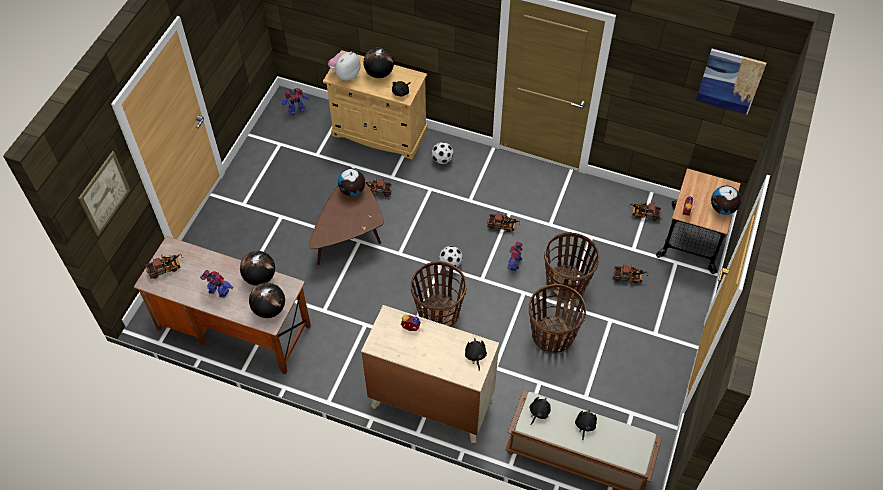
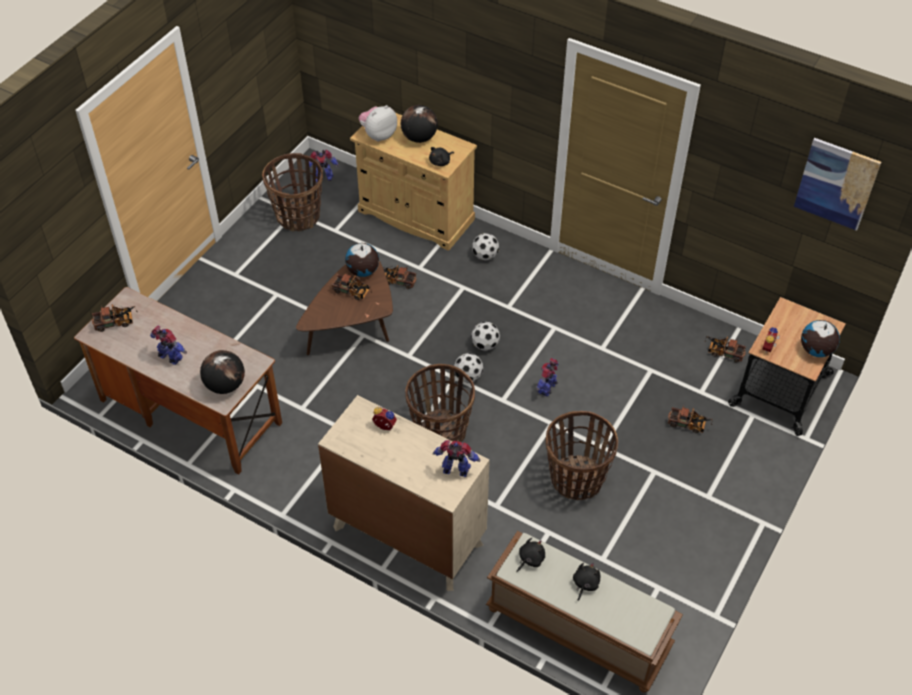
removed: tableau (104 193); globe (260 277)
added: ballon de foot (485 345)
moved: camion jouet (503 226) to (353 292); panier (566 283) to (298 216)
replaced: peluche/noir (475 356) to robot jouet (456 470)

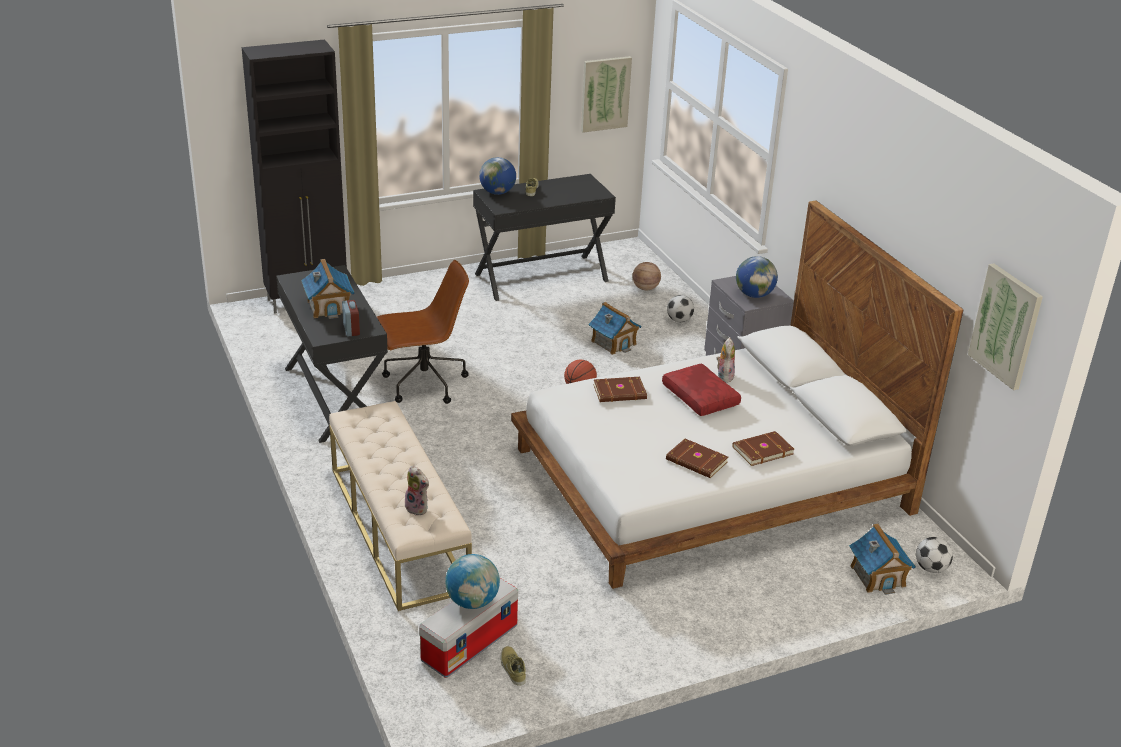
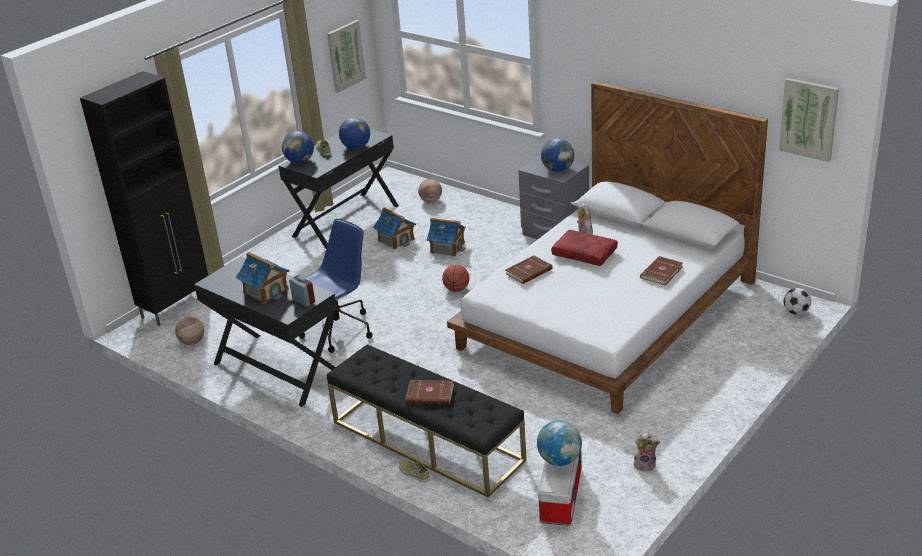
removed: ballon de foot (679 320)
added: globe (356 147); ballon de basket (192 342)
moved: livre/marron (696 461) to (430 395); peluche (418 508) to (645 465); maison miniature (878 576) to (396 240); chaussure/beige (512 668) to (414 473)
recoloured: chaise de bureau/marron (423 384) to chaise de bureau/bleu (337 332); banc/beige (397 528) to banc/noir (426 441)

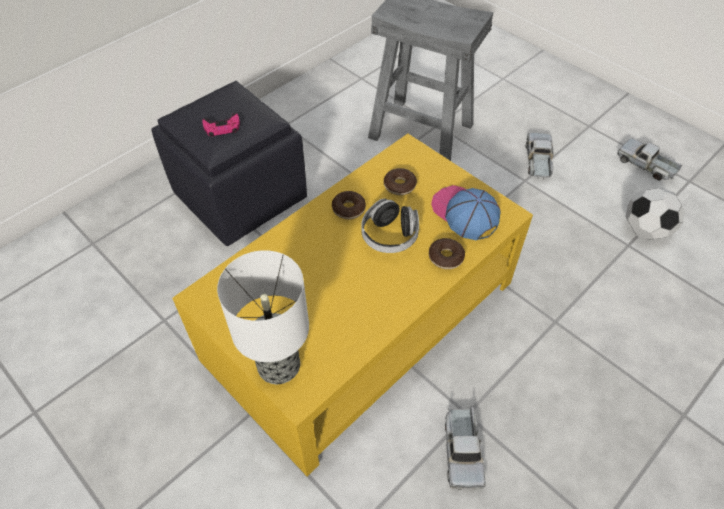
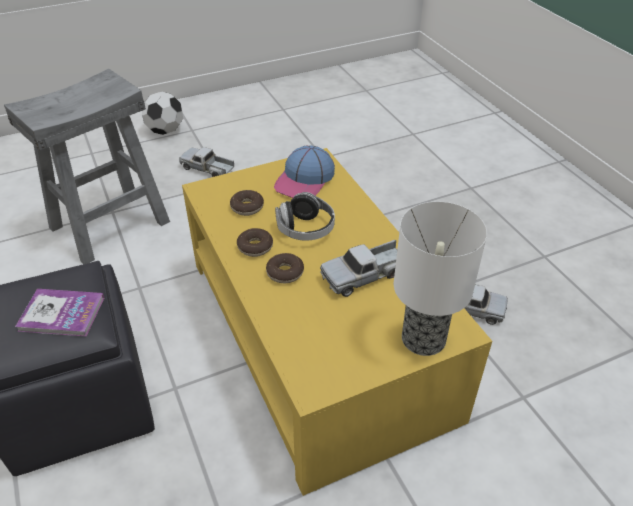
moved: camion jouet (646 165) to (364 275); ballon de foot (645 231) to (165 131); beignet (446 257) to (285 273)
replaced: manette/rose (222 128) to livre (62 314)
turned: casquette (464 213) = (305 180) 45 degrees counterclockwise

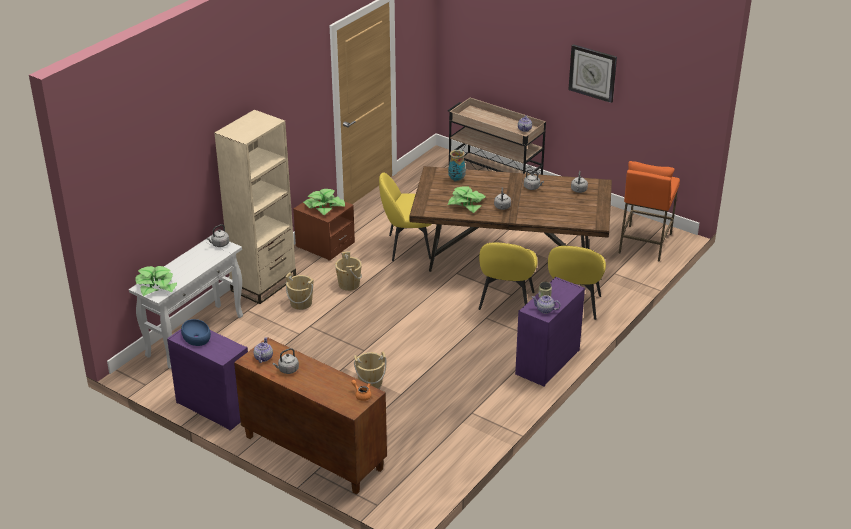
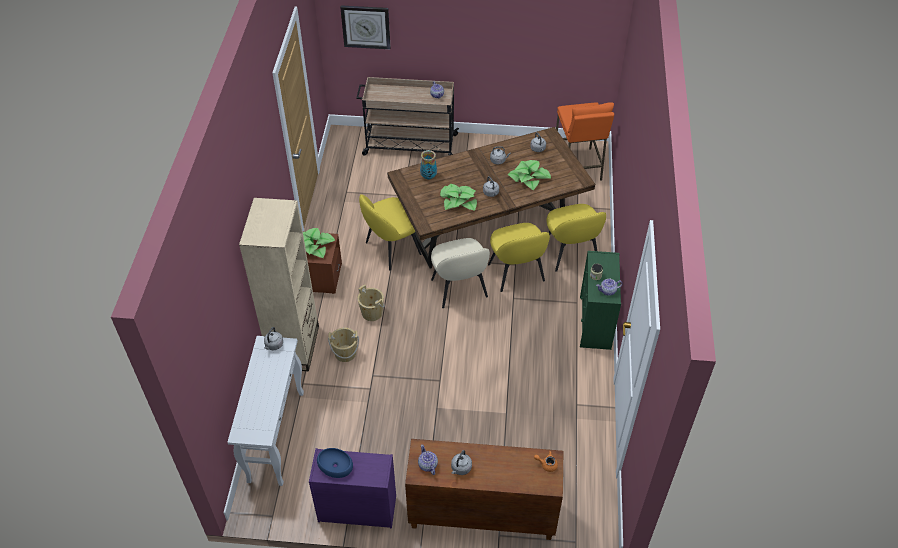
removed: seau/beige (370 382)
added: chaise/beige (459 289)
moved: horloge murale (593 73) to (366 26); plante en pot (156 286) to (529 178)
recoloured: commode/violet (547 363) to commode/vert (595 323)

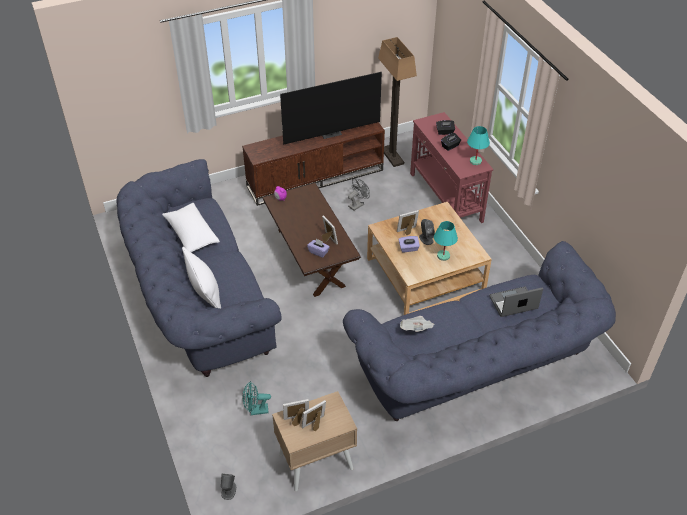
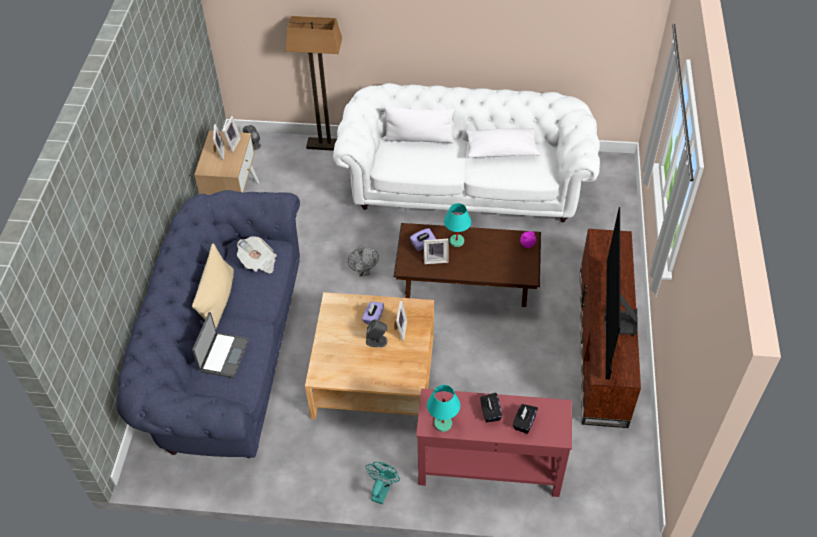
added: coussin/beige (218 299)
moved: lampadaire (392 156) to (325 145); ventilateur/gris (358 204) to (364 272); lampe de table/turquoise (443 256) to (457 241); ventilateur/turquoise (256 411) to (381 490)
recoloured: canapé/bleu (197 298) to canapé/blanc (465 184)

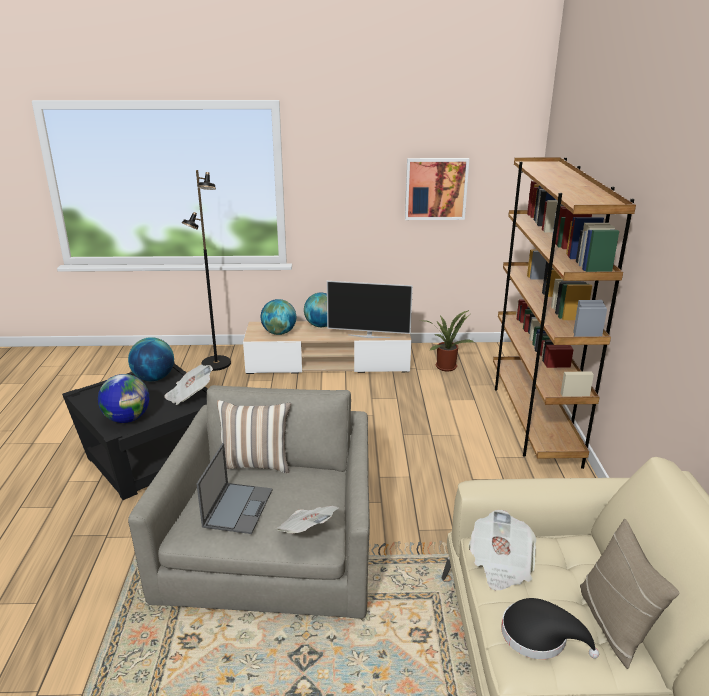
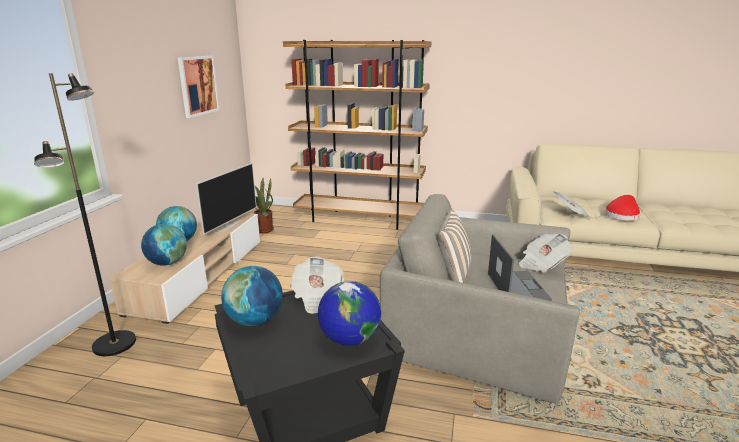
removed: coussin/beige (614 624)
recoloured: chapeau/noir (540 636) to chapeau/rouge (622 215)
turned: ordinateur portable (238 507) = (517 286) 60 degrees clockwise

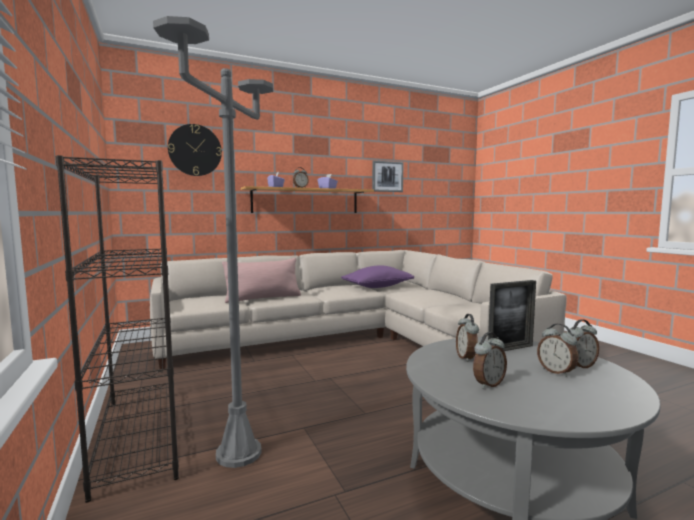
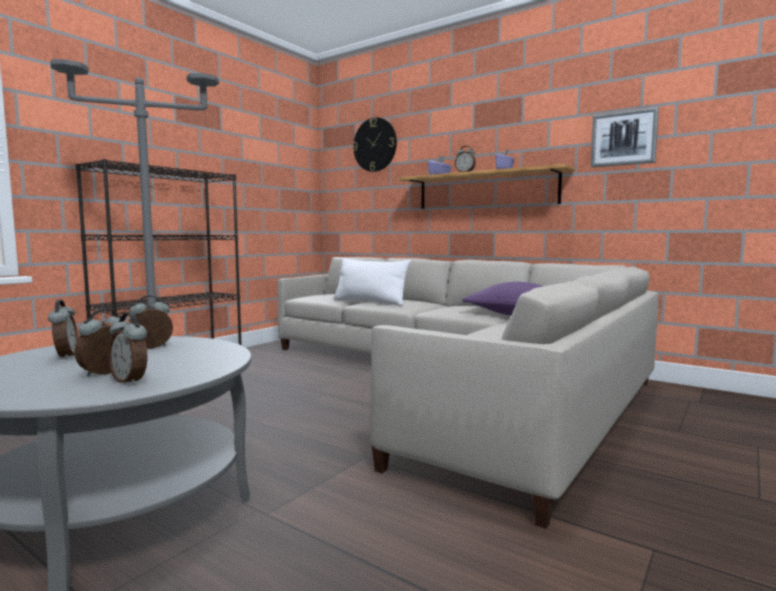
removed: cadre photo (510 348)
recoloured: coussin/rose (263 298) to coussin/blanc (370 302)
turned: réveil (488 384) = (65 356) 135 degrees counterclockwise

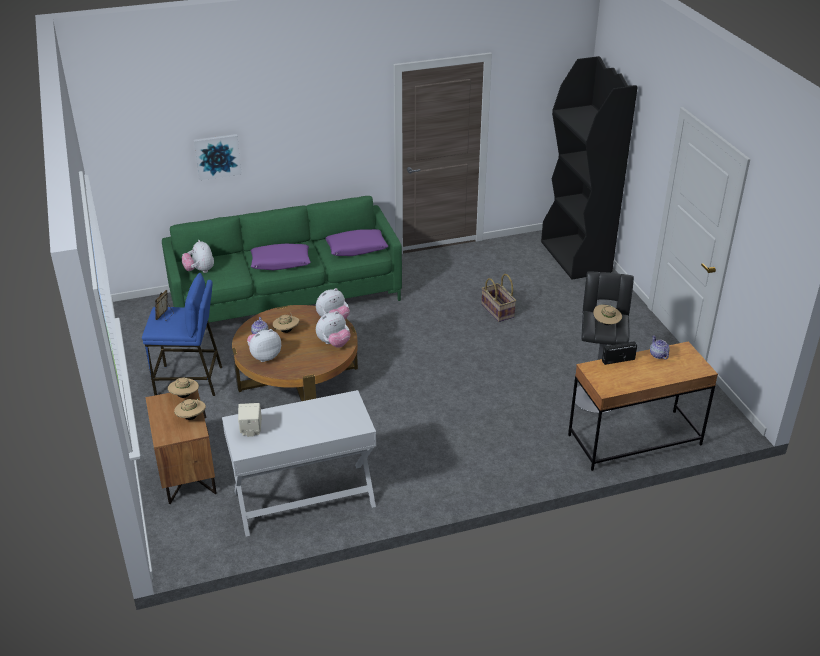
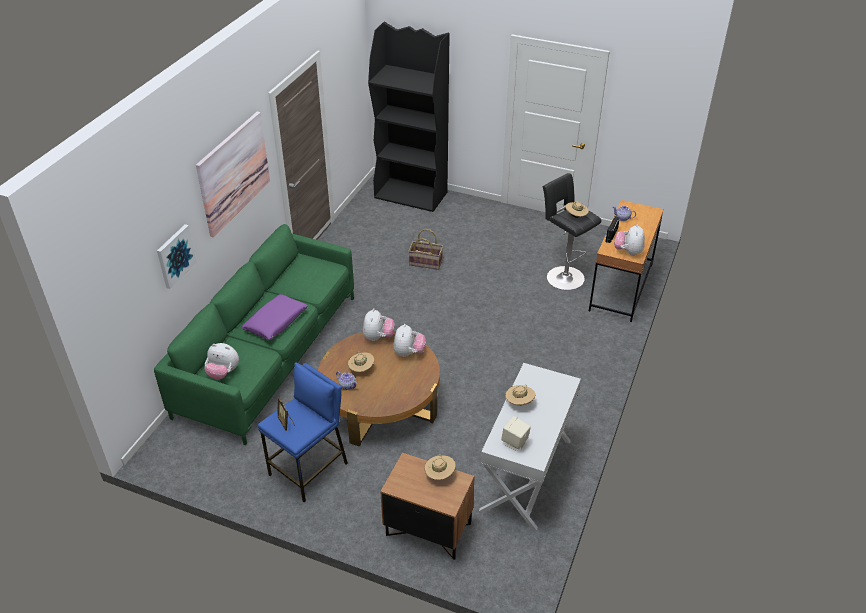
removed: coussin/violet (356 248)
added: tableau (233 173)
moved: peluche (264 356) to (628 252); chapeau/beige (184 396) to (519 402)

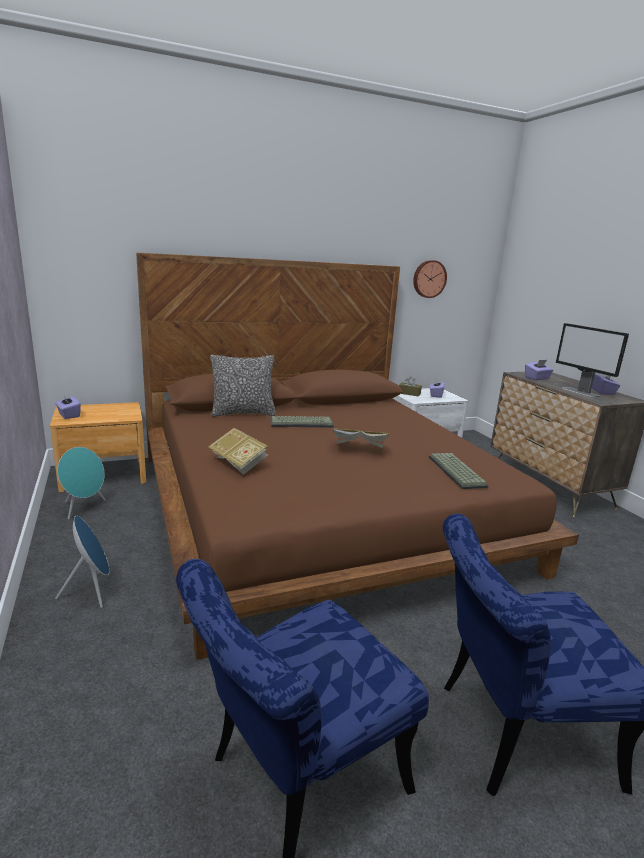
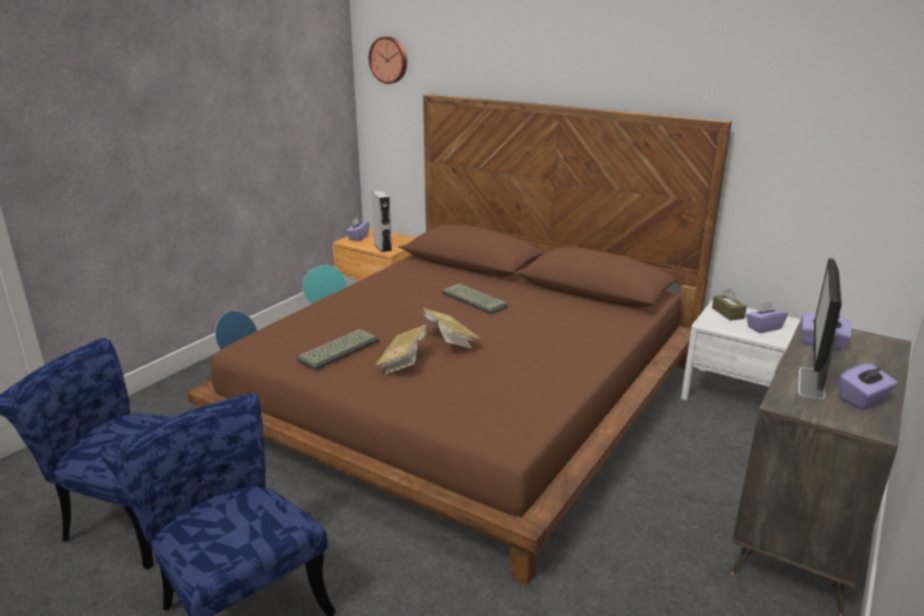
removed: coussin (243 413)
added: enceinte/gris (382 247)
moved: horloge murale (429 279) to (389 60); livre (238 463) to (404 362); clavier (454 471) to (339 349)

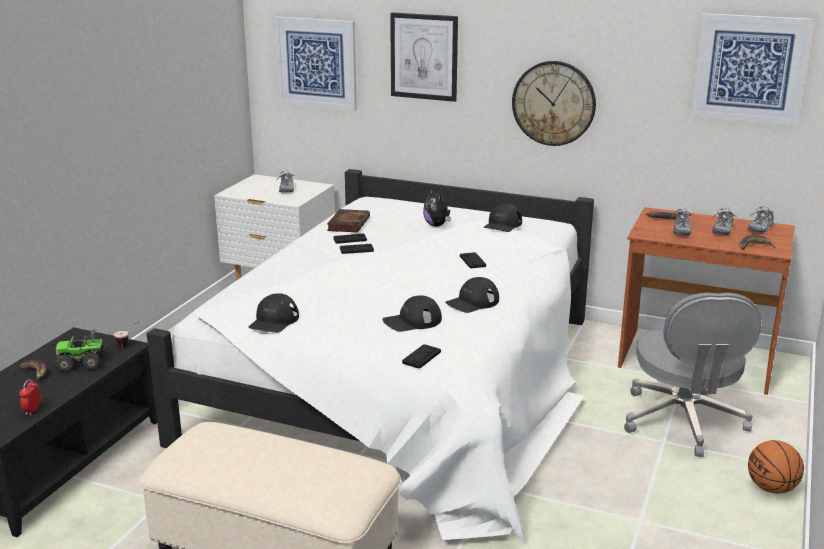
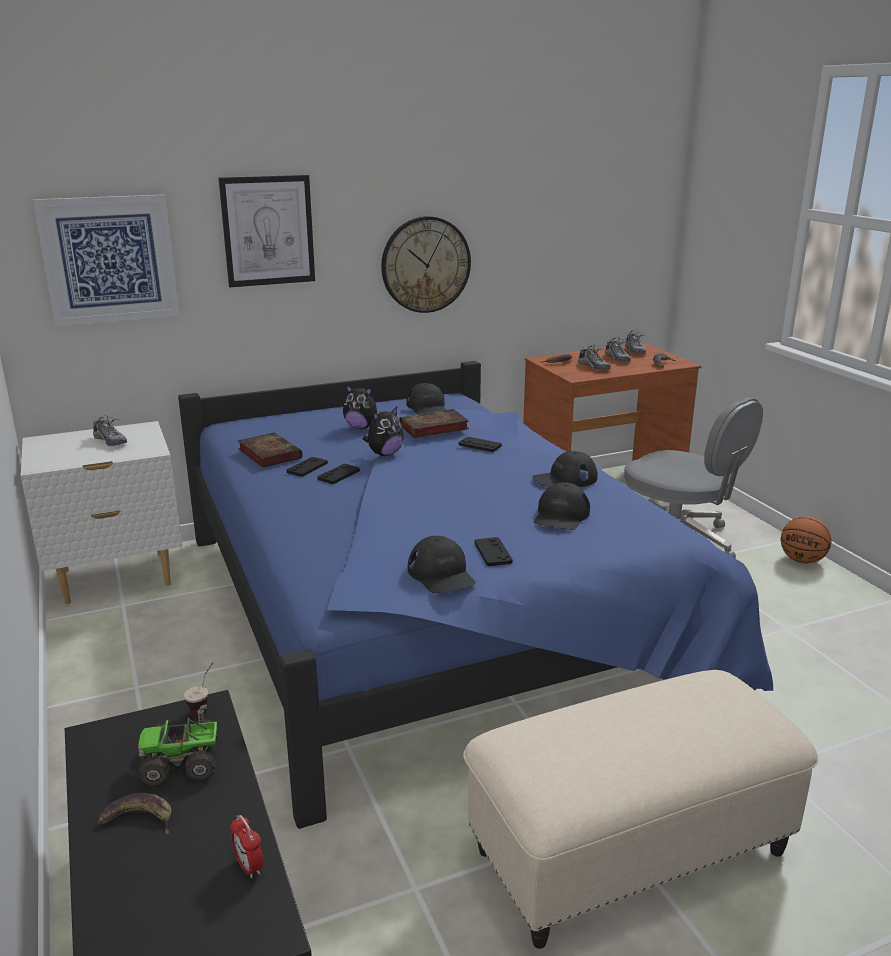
removed: tableau (749 69)
added: peluche (384 454); livre (432 428)
moved: manette/noir (421 357) to (493 552)
recoloured: lit/blanc (406 384) to lit/bleu (434 614)
turned: casquette/noir (472 302) = (565 479) 60 degrees clockwise; camion jouet (82 362) = (183 762) 45 degrees clockwise

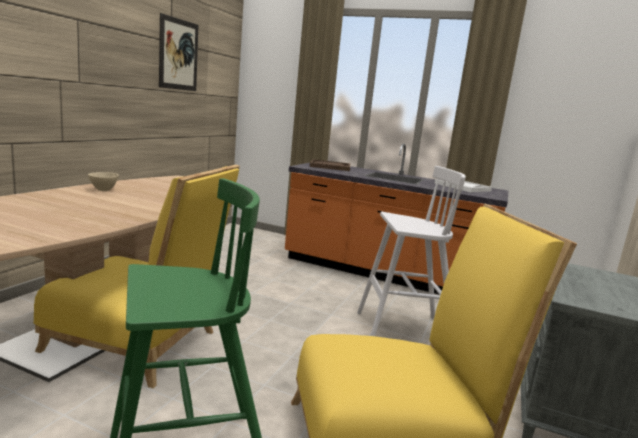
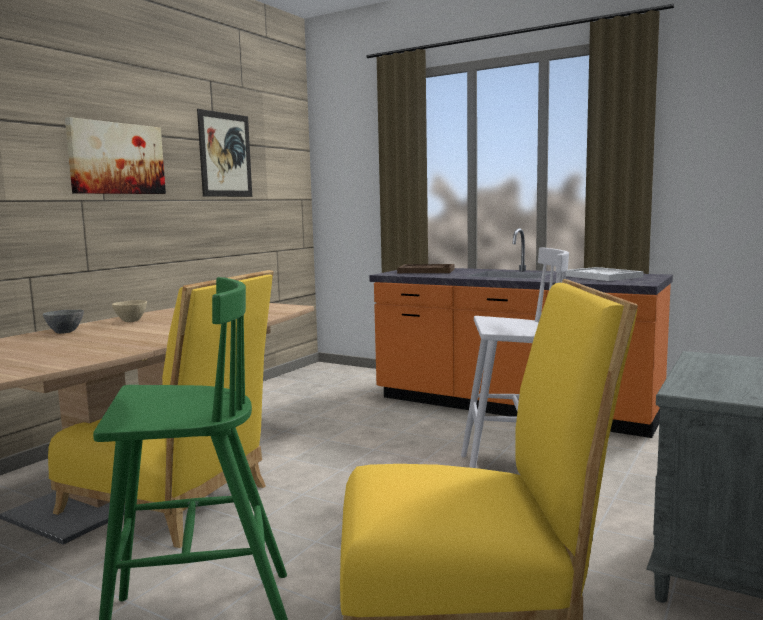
added: tableau (116 158); bol/gris (65 332)

